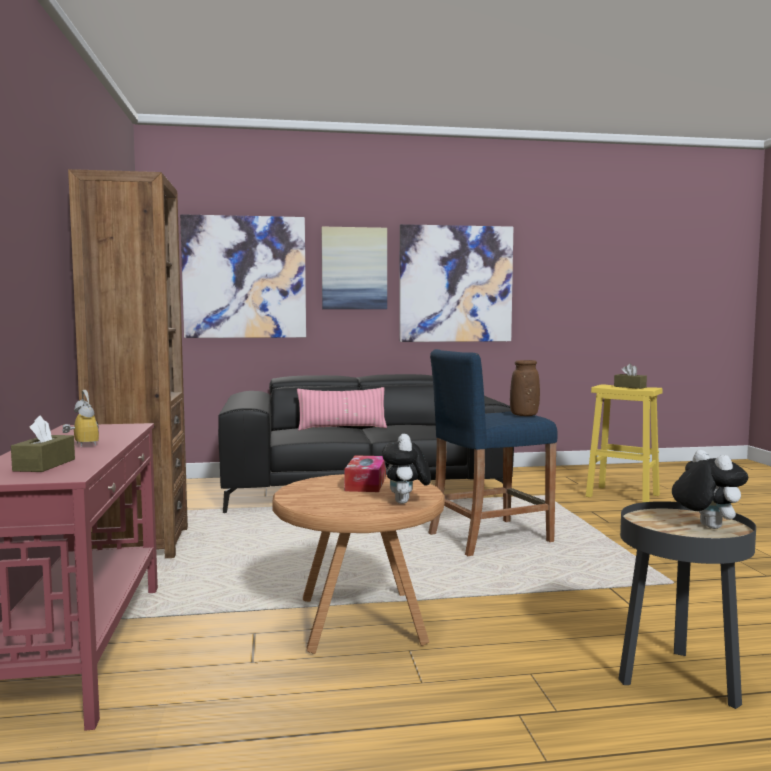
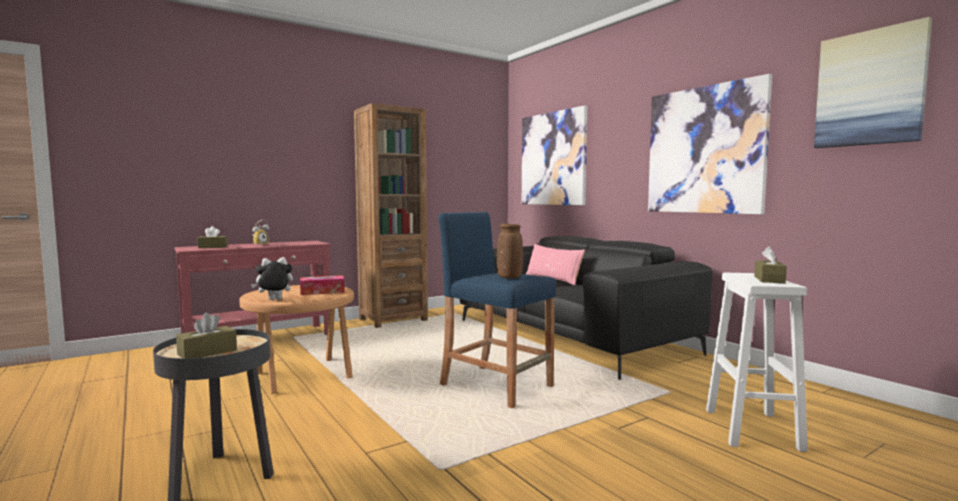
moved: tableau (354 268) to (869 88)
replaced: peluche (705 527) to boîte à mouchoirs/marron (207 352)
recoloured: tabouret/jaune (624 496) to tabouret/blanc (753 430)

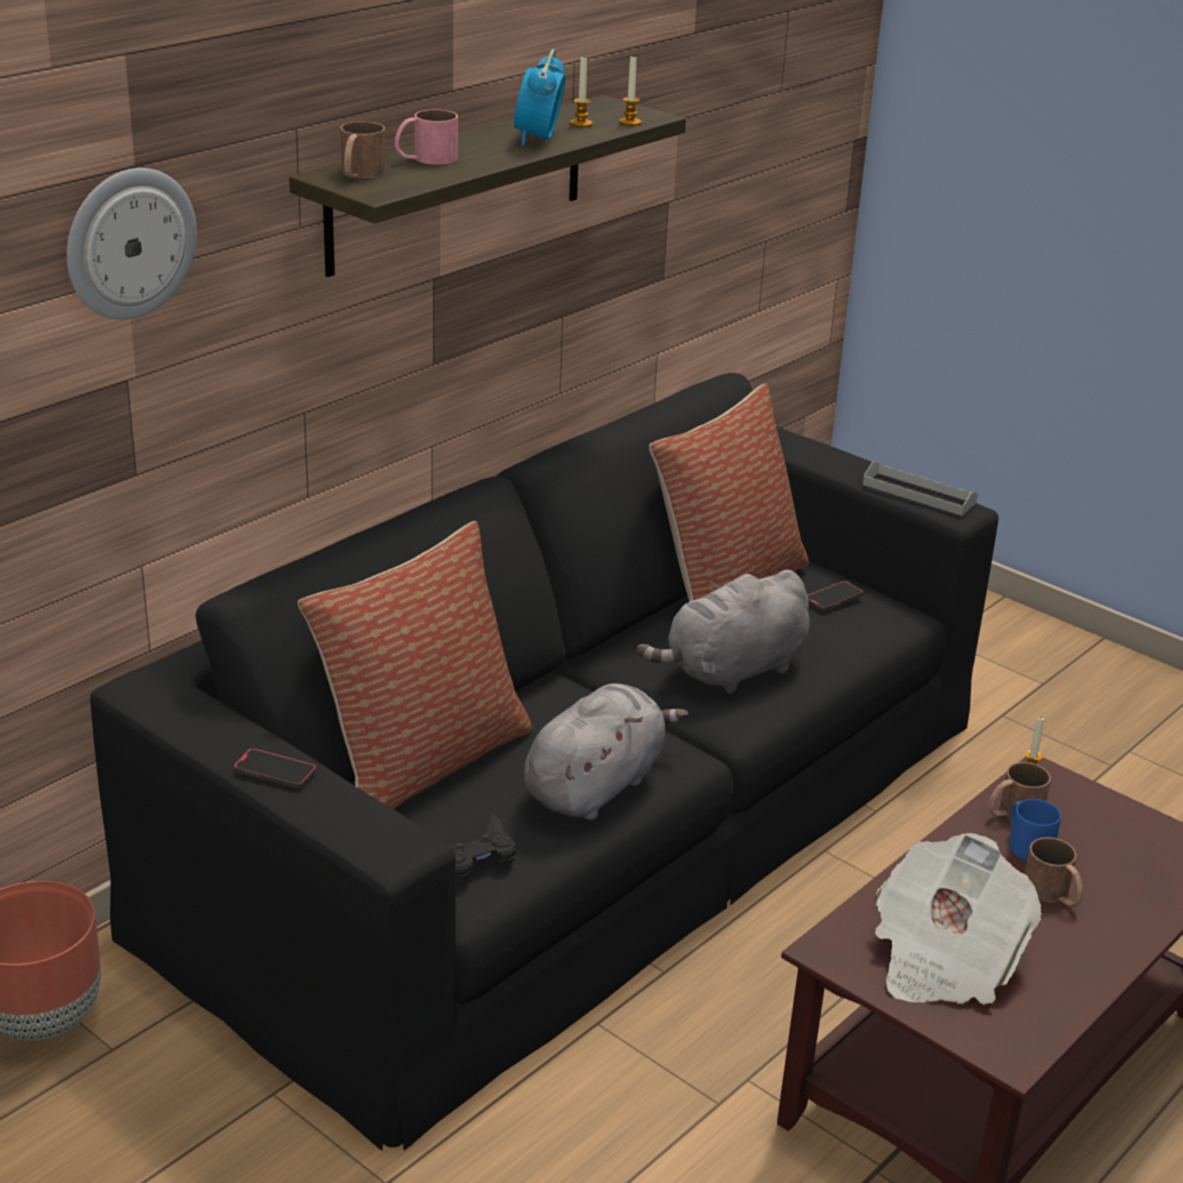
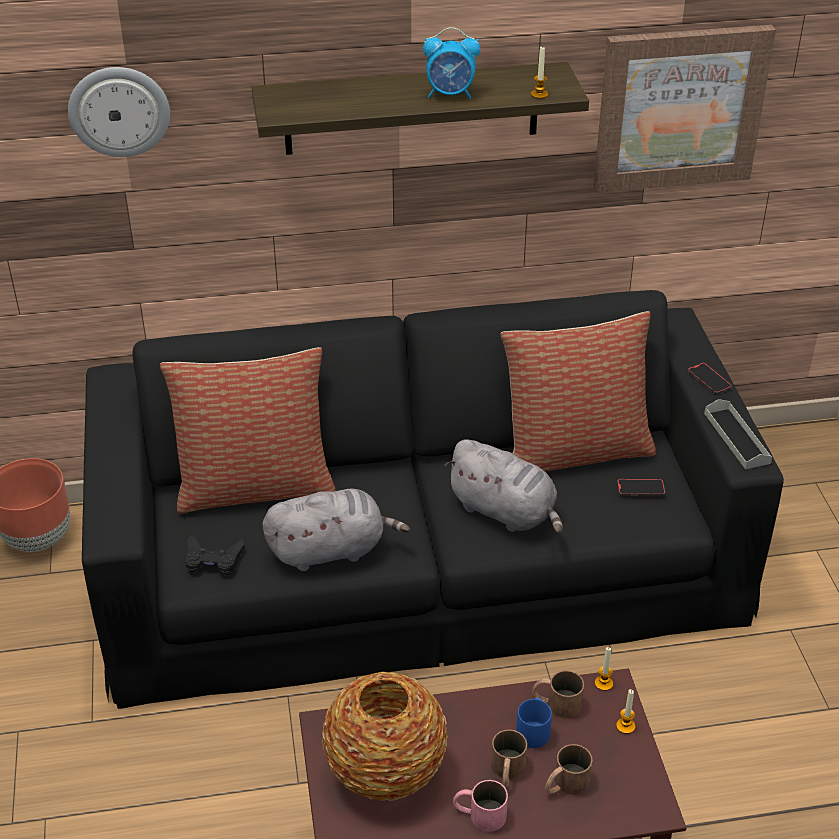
added: tableau (679 108)
moved: bougie (581 124) to (625 726); mug/rose (425 159) to (479 814); mug/marron (359 174) to (565 784); téléphone (275 771) to (709 380)
replaced: journal (944 957) to vase (385 771)
turned: réveil (538 139) = (450 94) 135 degrees counterclockwise; peluche/gris (731 671) = (505 512) 150 degrees counterclockwise

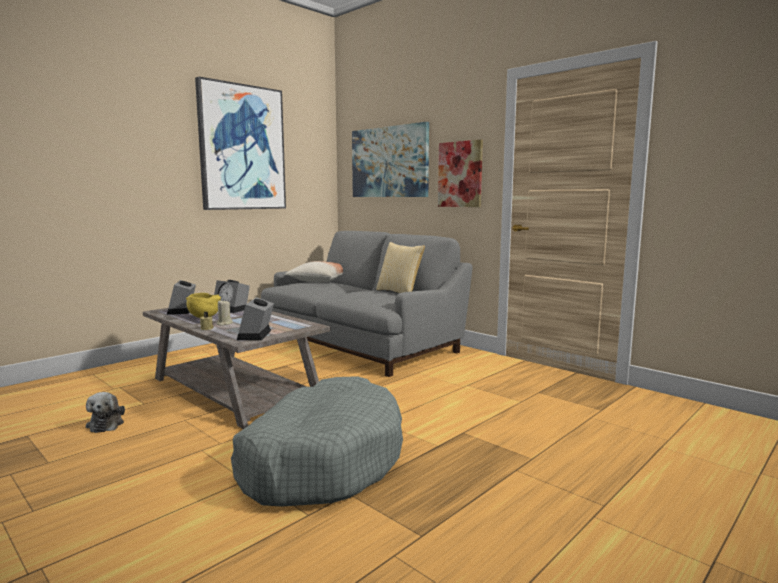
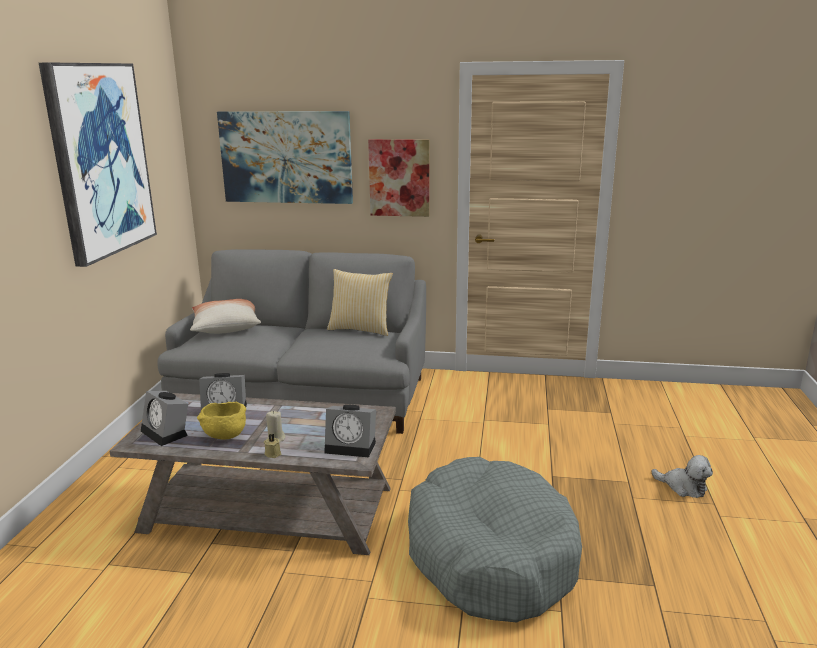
moved: peluche (106 424) to (683 487)
turned: réveil (256 335) = (352 446) 45 degrees counterclockwise

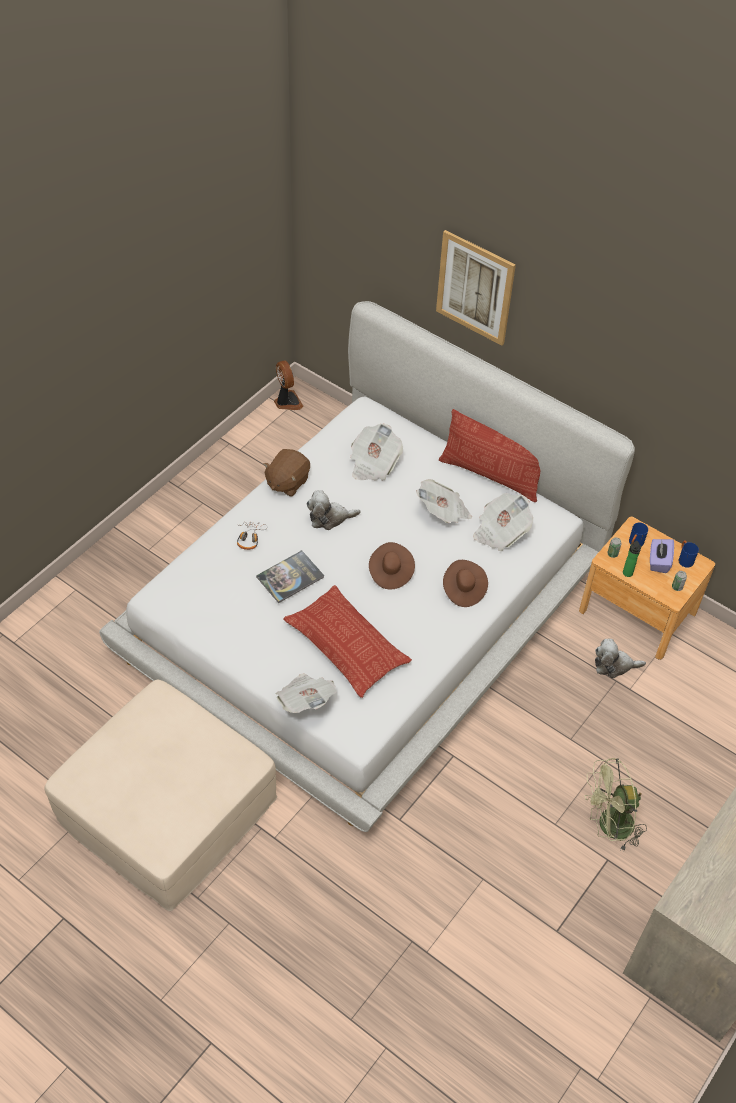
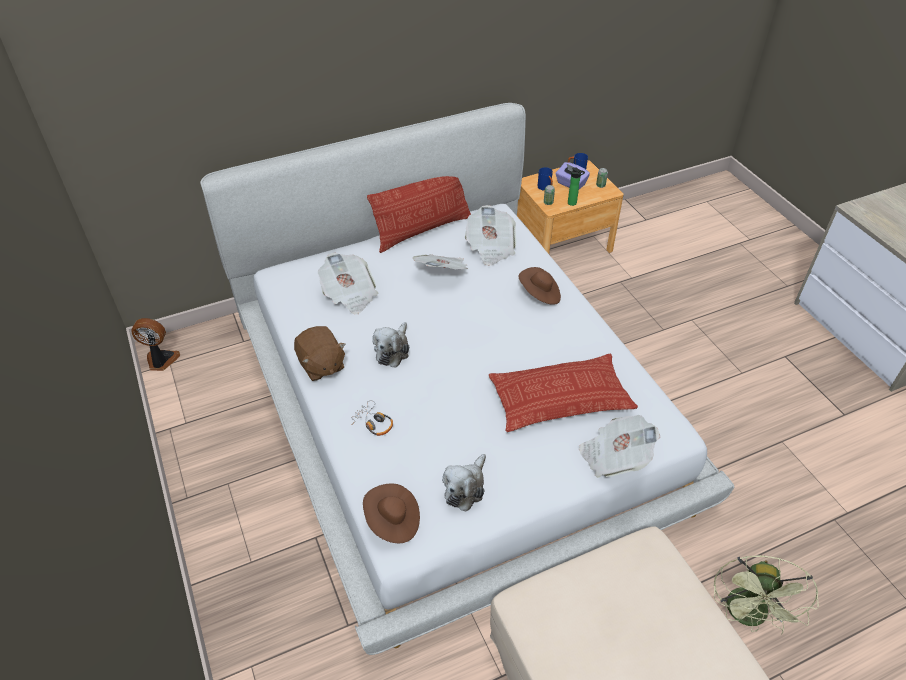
removed: tableau (475 288); livre (290 577)
moved: chapeau/marron (390 573) to (392 521); peluche (614 665) to (465 488); ventilateur/vert (608 826) to (748 617)

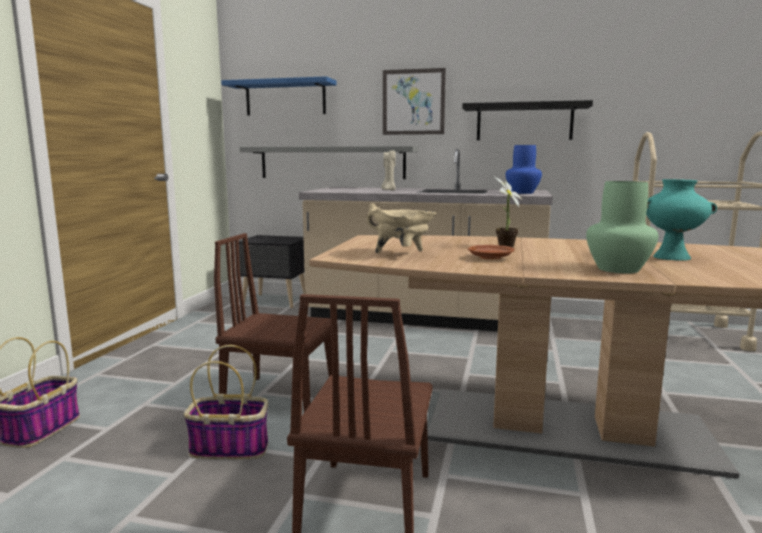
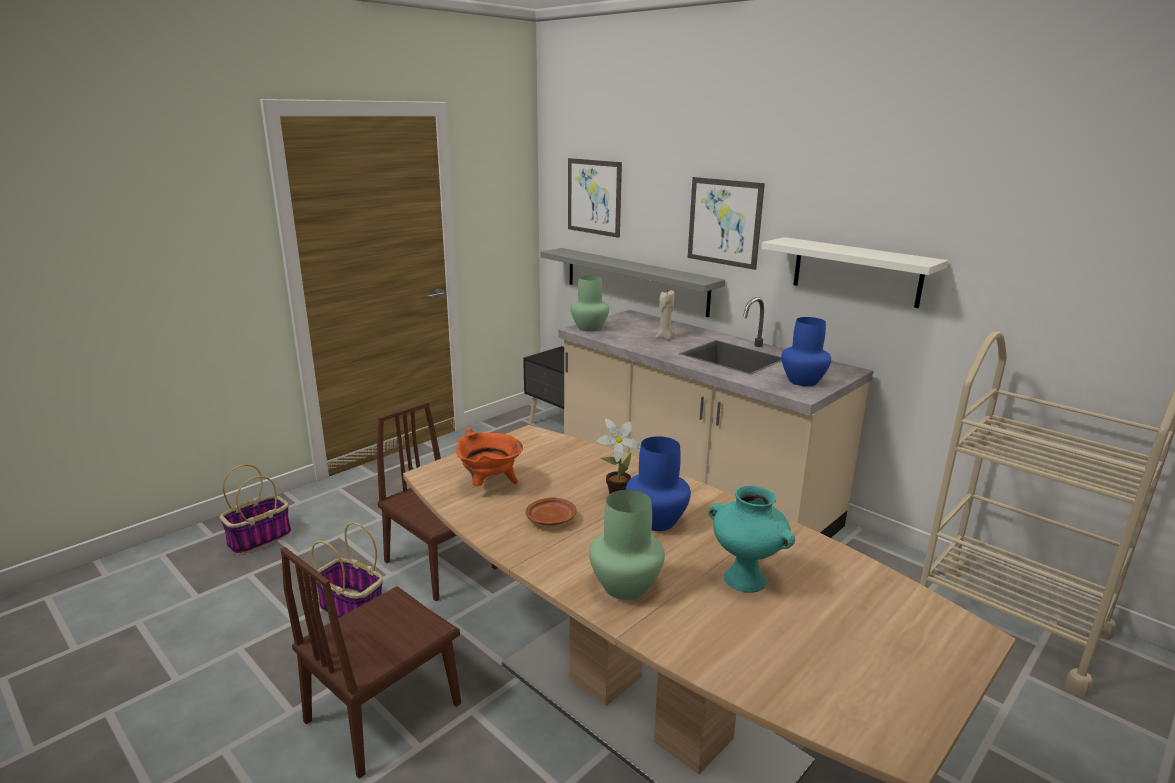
added: vase/vert (589 328); vase/bleu (656 521)
replaced: étagère/bleu (285 98) to tableau (594 197)
recoloured: étagère/noir (524 122) to étagère/blanc (856 272); marmite/beige (402 254) to marmite/orange (490 485)

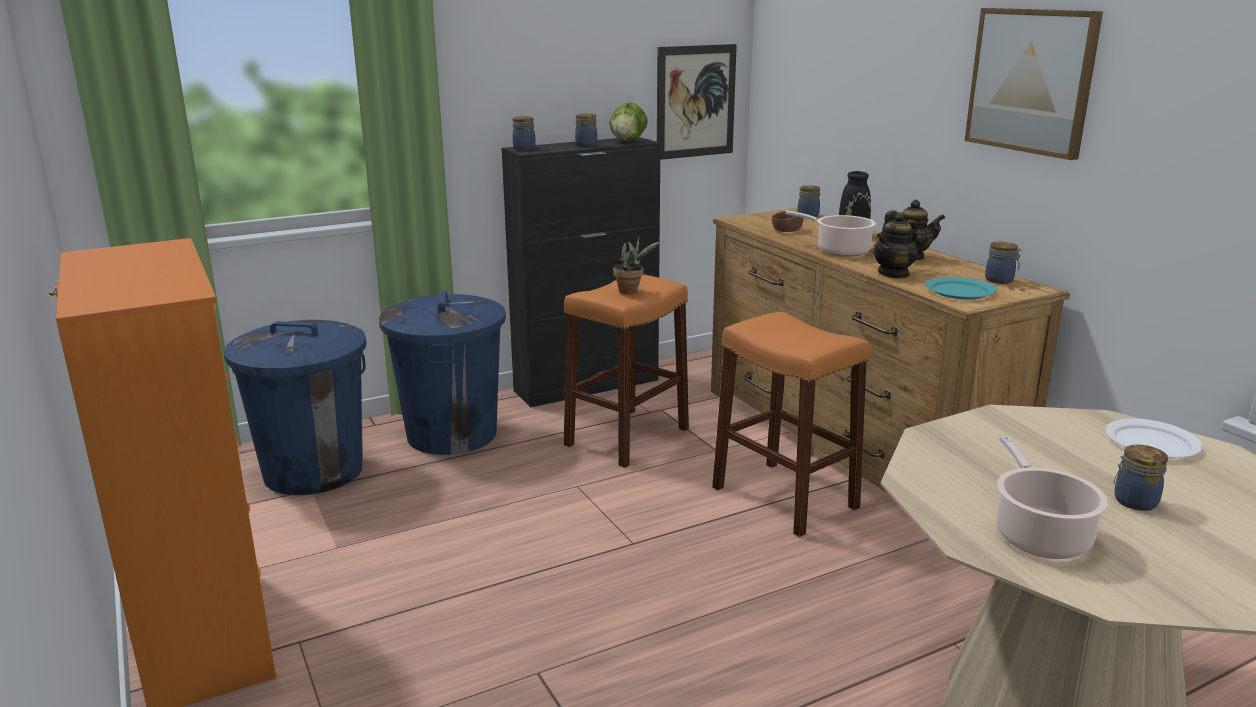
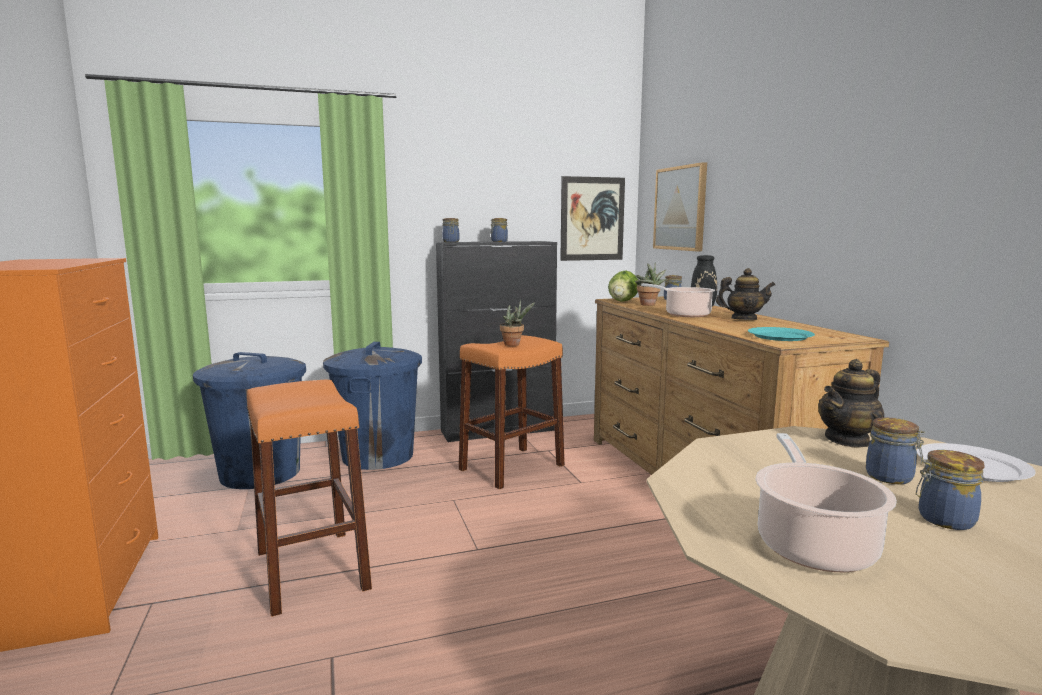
moved: tableau (1031 81) to (680 208); laitue (628 141) to (623 301); théière (894 273) to (848 440); bocal (1000 280) to (891 477); tabouret/orange (784 497) to (311 570)
replaced: bol/marron (787 230) to plante en pot (648 305)

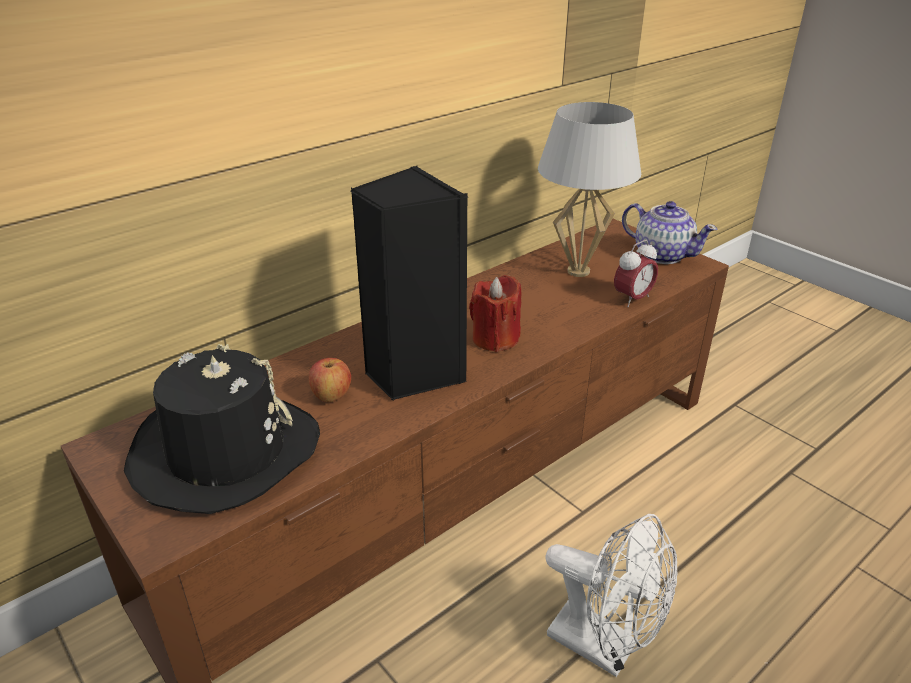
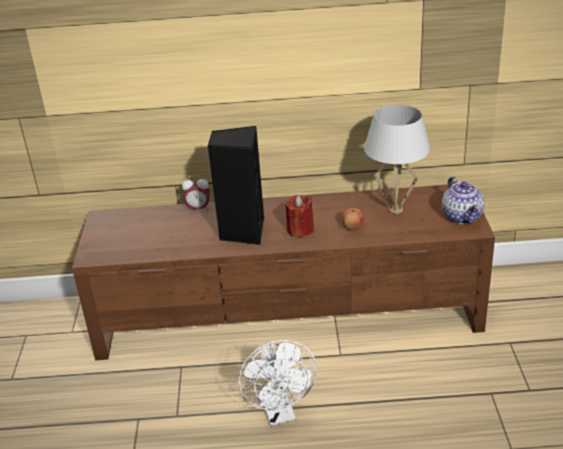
removed: chapeau/noir (225 452)
moved: réveil (632 299) to (198 209); pomme (331 396) to (352 227)

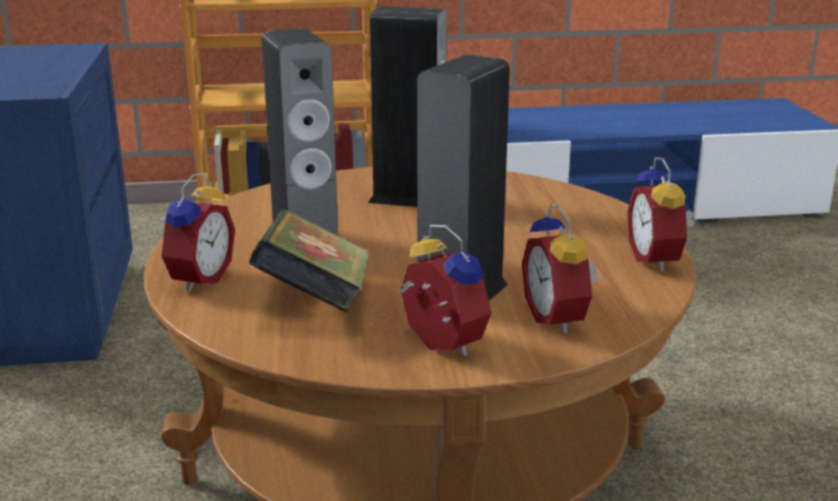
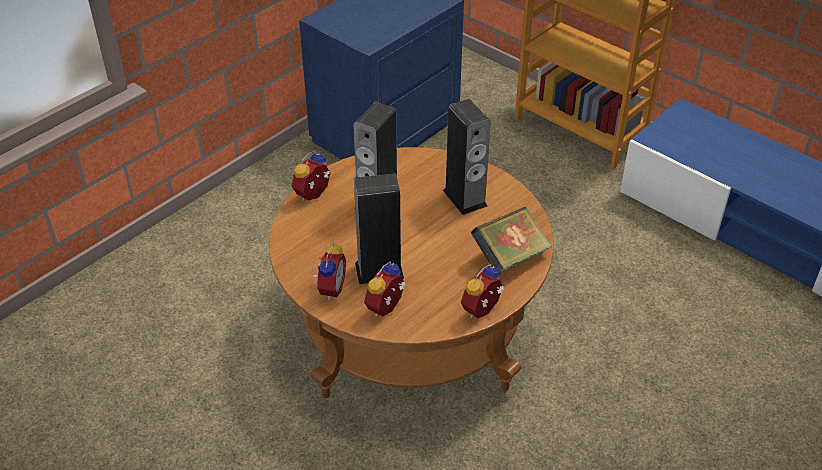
moved: livre (315 303) to (510 257)
turned: réveil (197 279) = (314 195) 150 degrees clockwise

